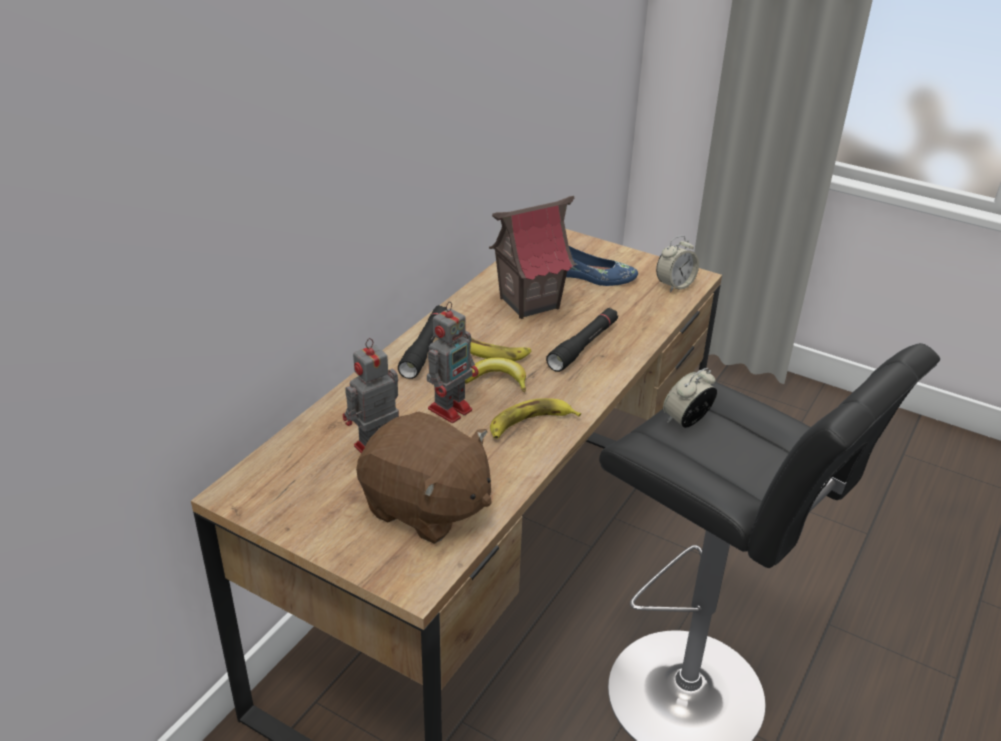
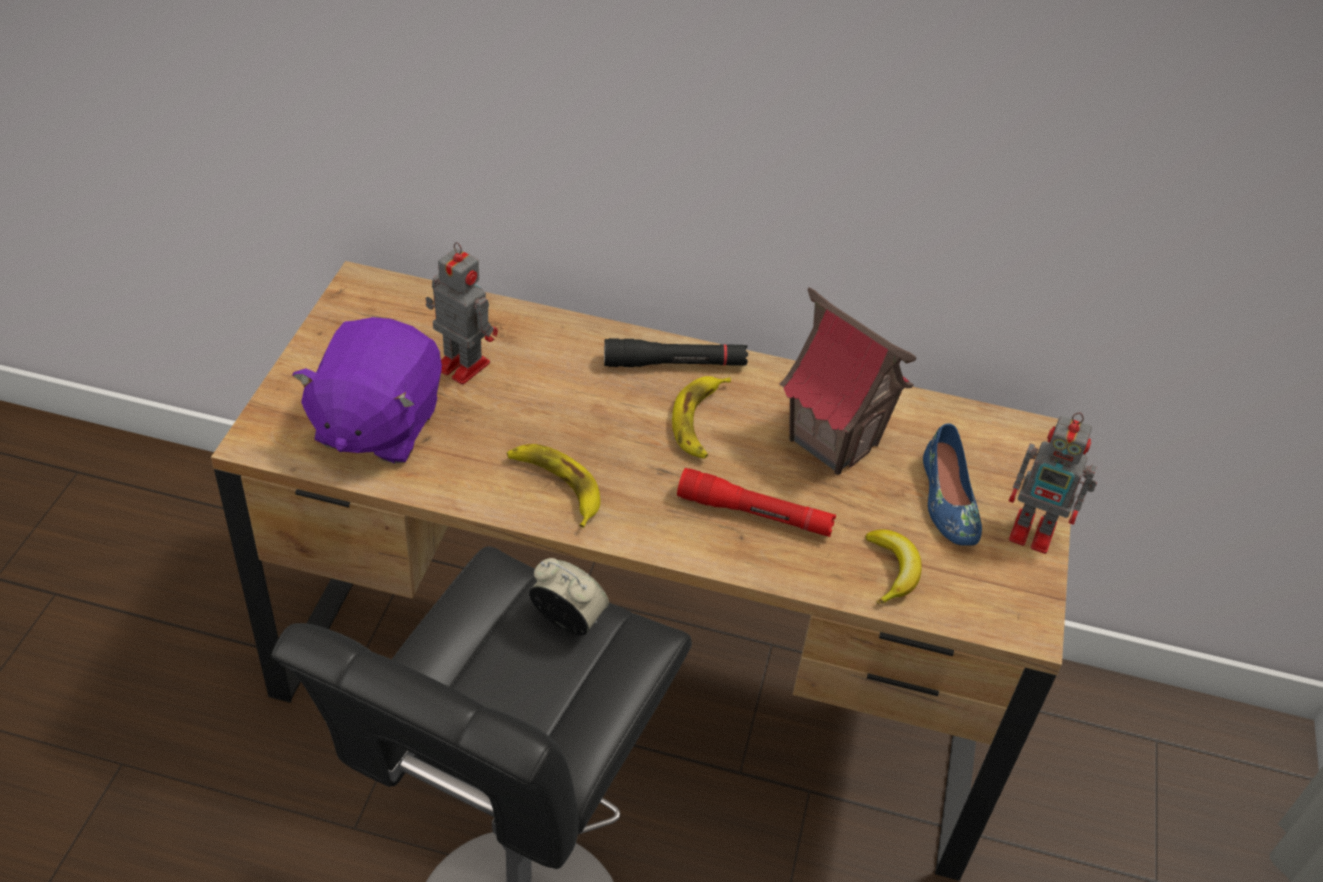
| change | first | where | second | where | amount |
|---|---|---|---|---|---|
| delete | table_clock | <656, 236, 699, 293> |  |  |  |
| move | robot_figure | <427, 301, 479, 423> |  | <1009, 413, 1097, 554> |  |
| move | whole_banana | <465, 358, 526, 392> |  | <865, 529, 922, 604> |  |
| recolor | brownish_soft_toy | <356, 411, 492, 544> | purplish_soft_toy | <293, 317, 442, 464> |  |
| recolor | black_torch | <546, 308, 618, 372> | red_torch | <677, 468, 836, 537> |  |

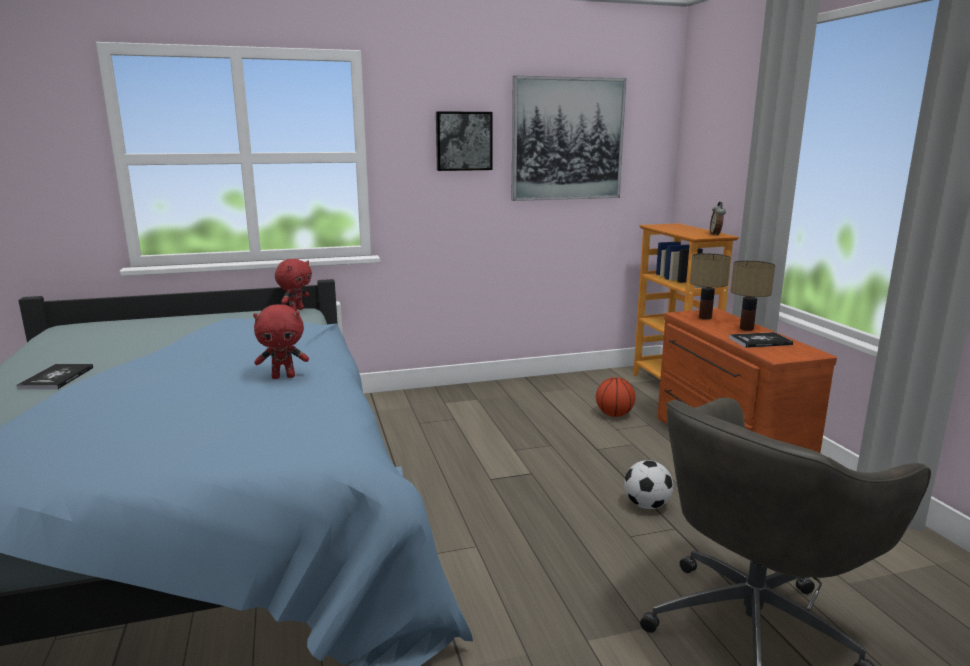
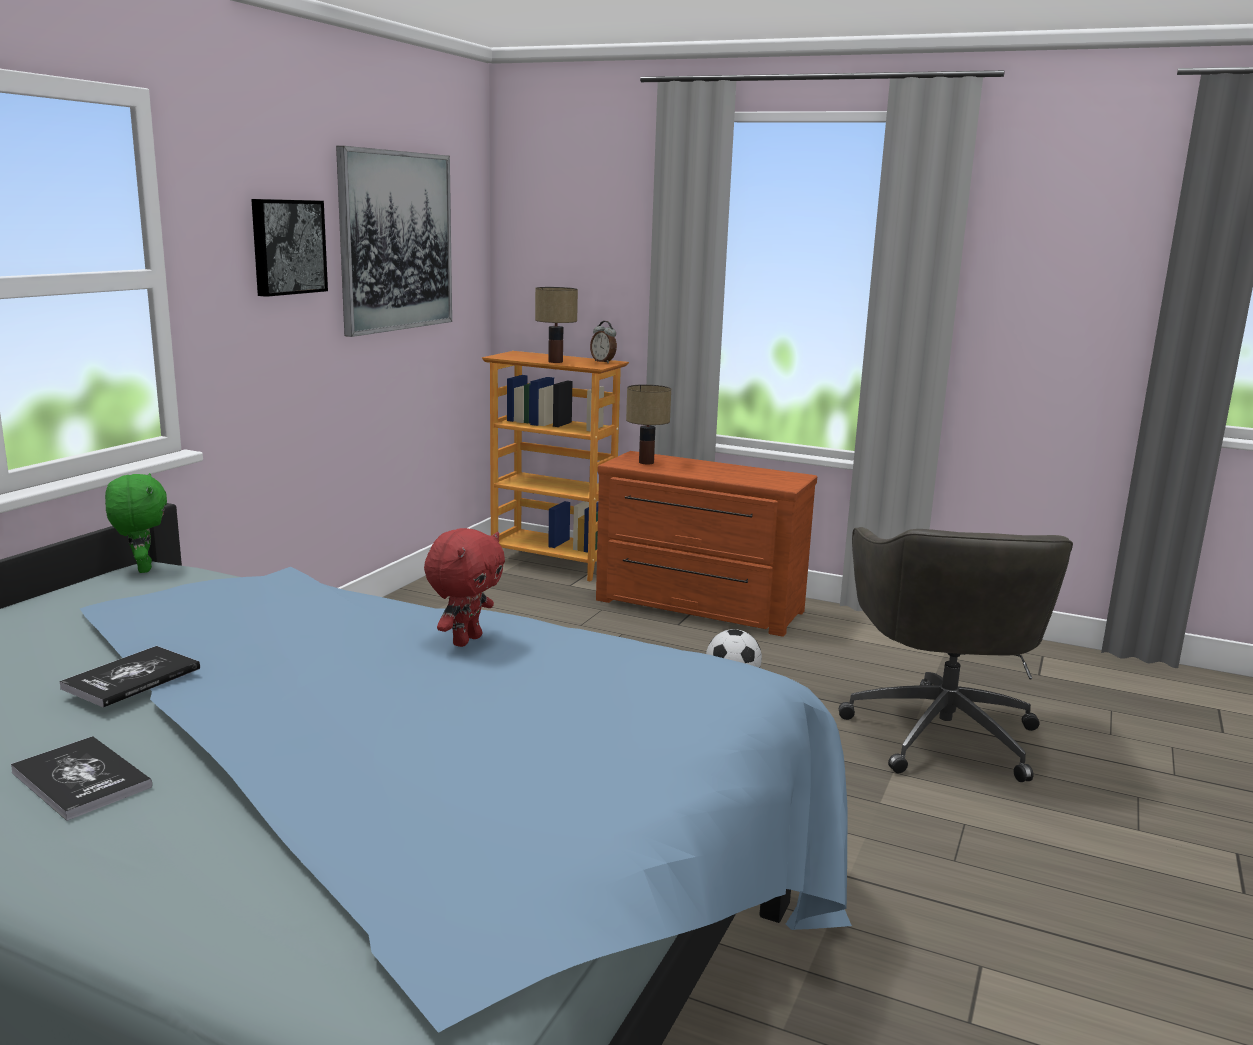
| change | first | where | second | where | amount |
|---|---|---|---|---|---|
| delete | basketball | <596, 377, 636, 417> |  |  |  |
| move | bound_book | <729, 332, 793, 348> |  | <59, 646, 200, 708> |  |
| move | lamp_for_a_table | <731, 260, 775, 331> |  | <535, 287, 578, 363> |  |
| recolor | red_soft_toy | <275, 259, 312, 311> | greenish_soft_toy | <105, 473, 167, 573> |  |

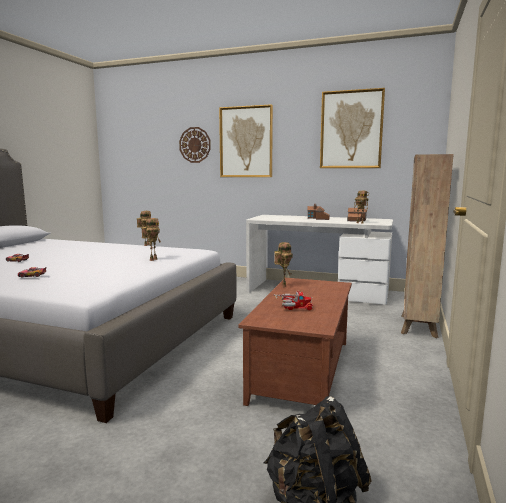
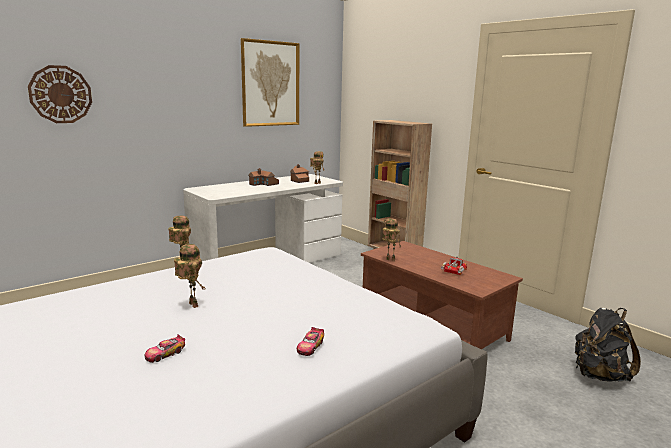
| change | first | where | second | where | amount |
|---|---|---|---|---|---|
| delete | wall_picture | <219, 104, 273, 177> |  |  |  |
| move | robot_figure | <141, 218, 161, 261> |  | <174, 244, 206, 308> |  |

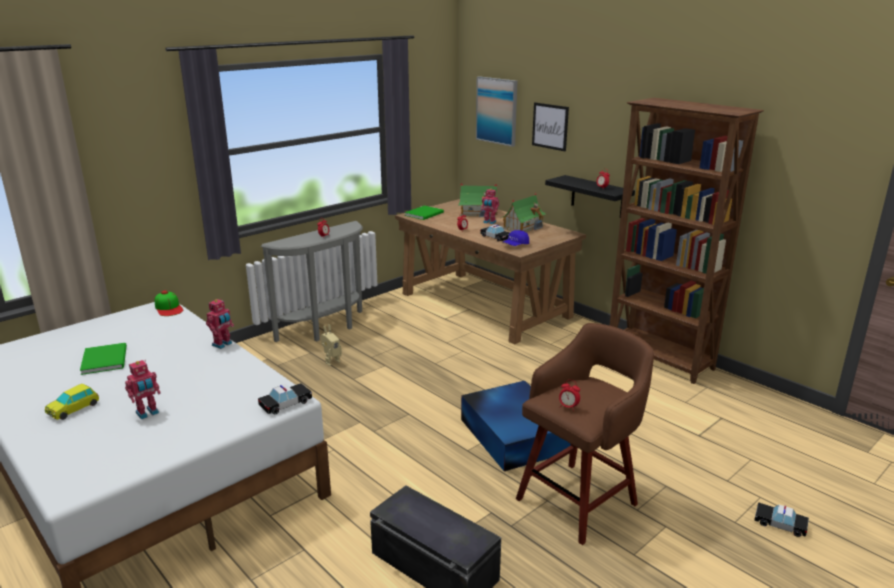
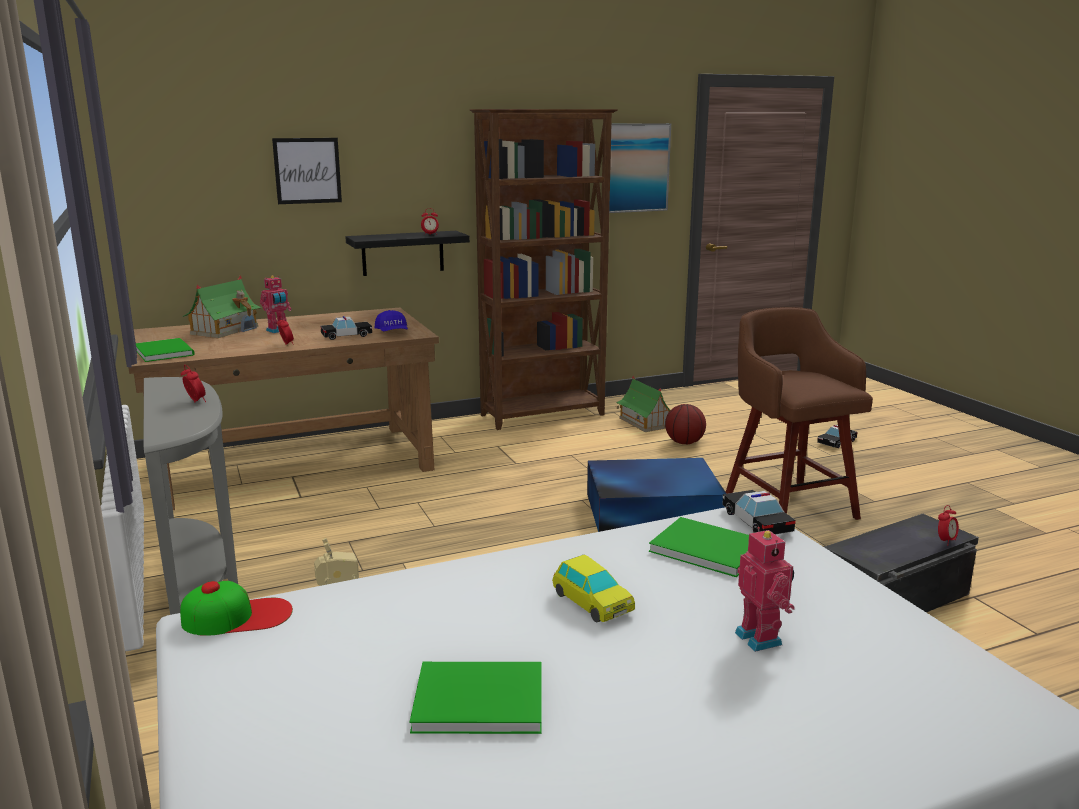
| change | first | where | second | where | amount |
|---|---|---|---|---|---|
| delete | robot_figure | <206, 299, 234, 349> |  |  |  |
| insert |  |  | greenish_bound_book | <649, 517, 749, 577> |  |
| insert |  |  | basketball | <665, 404, 706, 444> |  |
| move | toy_car | <45, 384, 99, 420> |  | <552, 555, 635, 622> |  |
| move | wall_picture | <476, 76, 518, 147> |  | <609, 123, 671, 213> |  |
| move | model_house | <501, 193, 547, 232> |  | <615, 376, 670, 432> |  |
| move | table_clock | <559, 380, 580, 411> |  | <938, 505, 959, 546> |  |

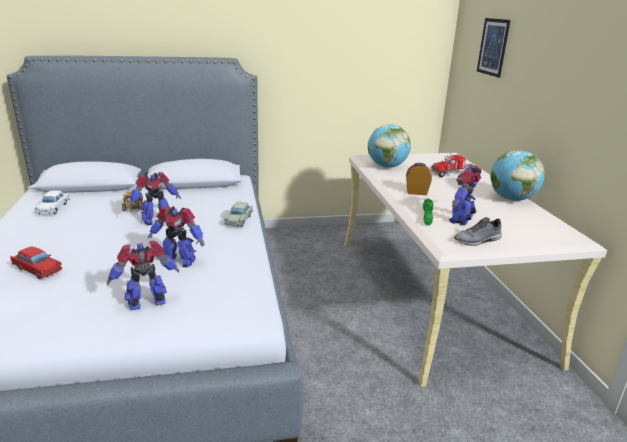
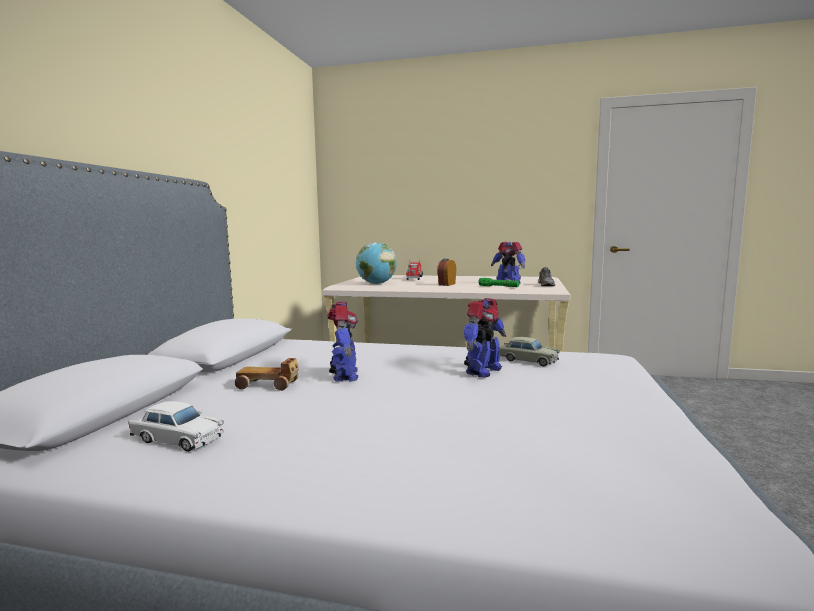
| change | first | where | second | where | amount |
|---|---|---|---|---|---|
| delete | red_toy_car | <10, 247, 62, 279> |  |  |  |
| delete | robot_figure | <107, 241, 179, 310> |  |  |  |
| delete | wall_picture | <477, 18, 511, 78> |  |  |  |
| delete | desk_globe | <490, 150, 545, 201> |  |  |  |
| move | sand-coloured_toy_car | <224, 202, 253, 227> |  | <500, 337, 560, 366> |  |

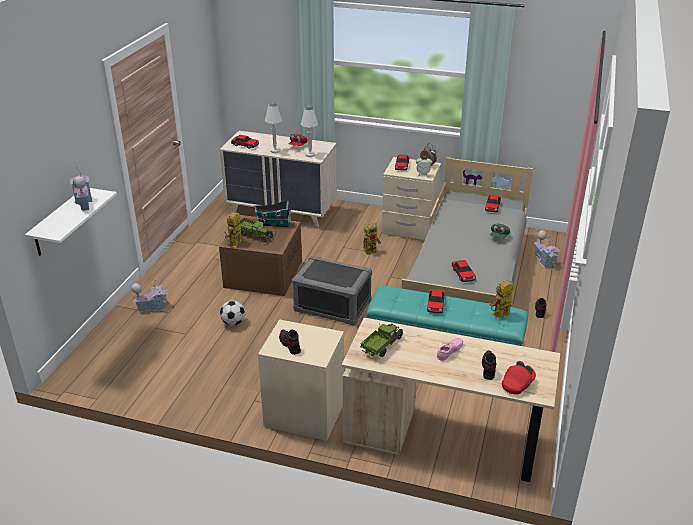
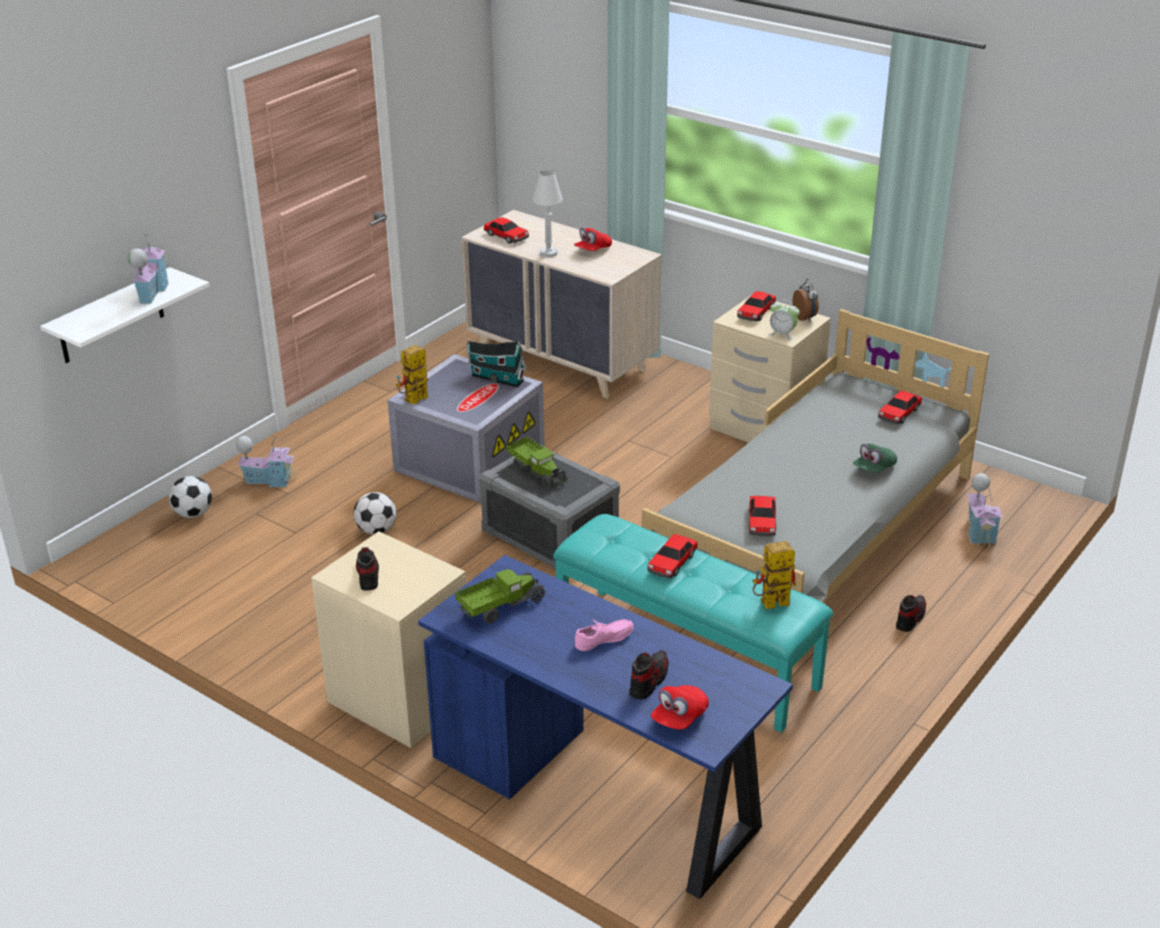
| change | first | where | second | where | amount |
|---|---|---|---|---|---|
| delete | white-coloured_lamp_for_a_table | <301, 107, 318, 157> |  |  |  |
| delete | robot_figure | <363, 223, 381, 255> |  |  |  |
| insert |  |  | ball_for_football | <169, 476, 212, 518> |  |
| move | model_truck | <240, 218, 273, 243> |  | <507, 436, 567, 489> |  |
| recolor | brownish_storage_container | <219, 215, 302, 296> | greyish_storage_container | <387, 354, 544, 503> |  |
| recolor | sand-coloured_desk_table | <342, 318, 560, 482> | blue_desk_table | <418, 555, 793, 899> |  |
| rotate | red_peaked_cap | <502, 361, 536, 395> |  | <651, 685, 709, 730> | 150 degrees clockwise |

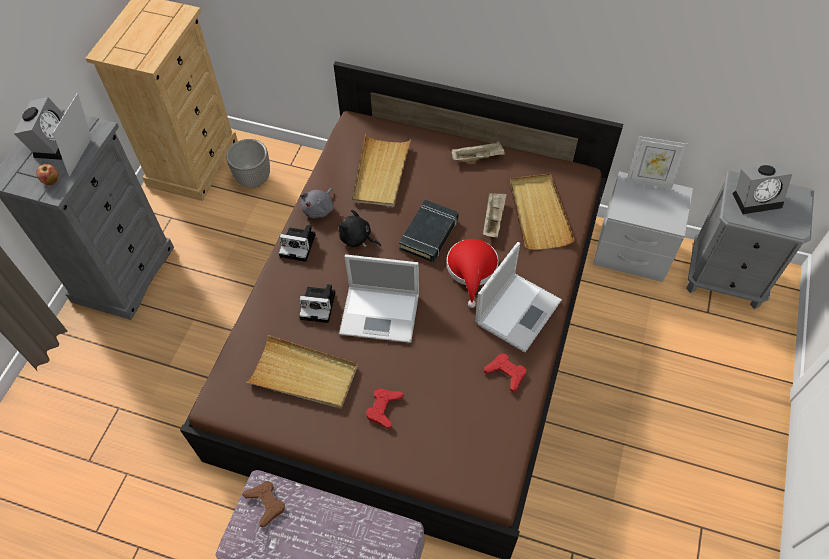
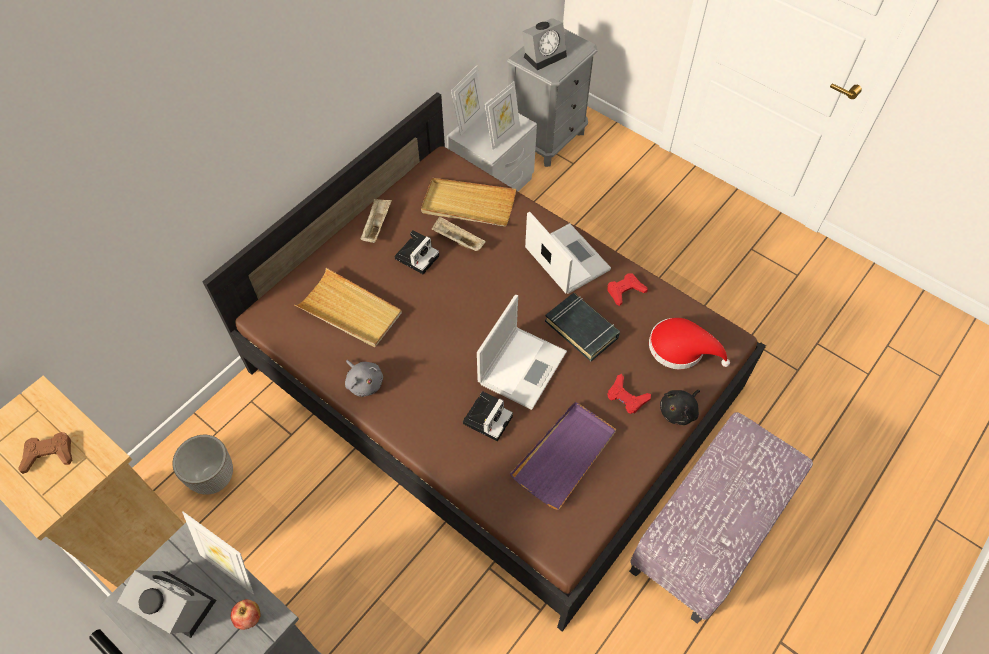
| change | first | where | second | where | amount |
|---|---|---|---|---|---|
| insert |  |  | standing_frame | <485, 81, 520, 150> |  |
| move | brownish_joypad | <242, 481, 285, 527> |  | <18, 432, 72, 474> |  |
| move | photo_camera | <279, 225, 316, 262> |  | <395, 230, 439, 274> |  |
| move | black_soft_toy | <338, 210, 381, 247> |  | <660, 390, 700, 425> |  |
| move | black_bound_book | <399, 200, 458, 262> |  | <545, 293, 620, 361> |  |
| move | red_hat | <447, 239, 499, 308> |  | <649, 318, 730, 369> |  |
| recolor | sand-coloured_tray | <246, 335, 358, 409> | purplish_tray | <510, 402, 616, 510> |  |
| rotate | table_clock | <732, 163, 792, 214> |  | <522, 18, 567, 70> | 45 degrees clockwise |

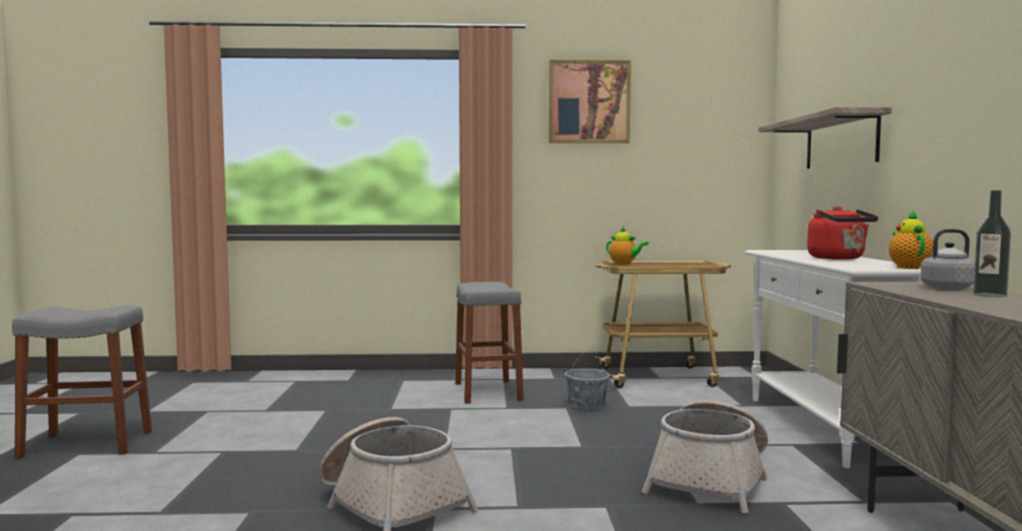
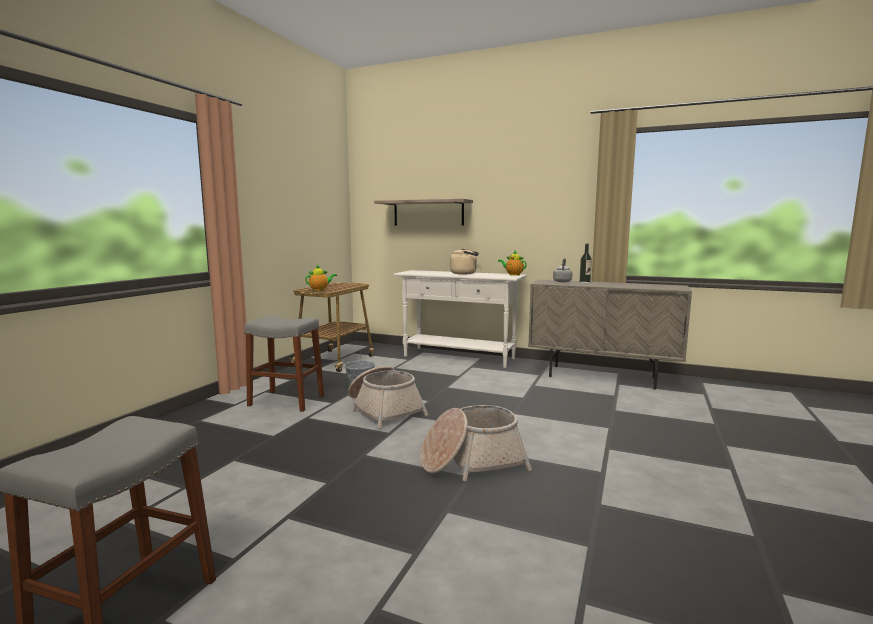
| change | first | where | second | where | amount |
|---|---|---|---|---|---|
| delete | wall_picture | <549, 60, 631, 143> |  |  |  |
| move | household_basket | <641, 400, 768, 513> |  | <348, 366, 428, 428> |  |
| recolor | red_kettle | <807, 206, 878, 260> | sand-coloured_kettle | <450, 248, 479, 275> |  |

